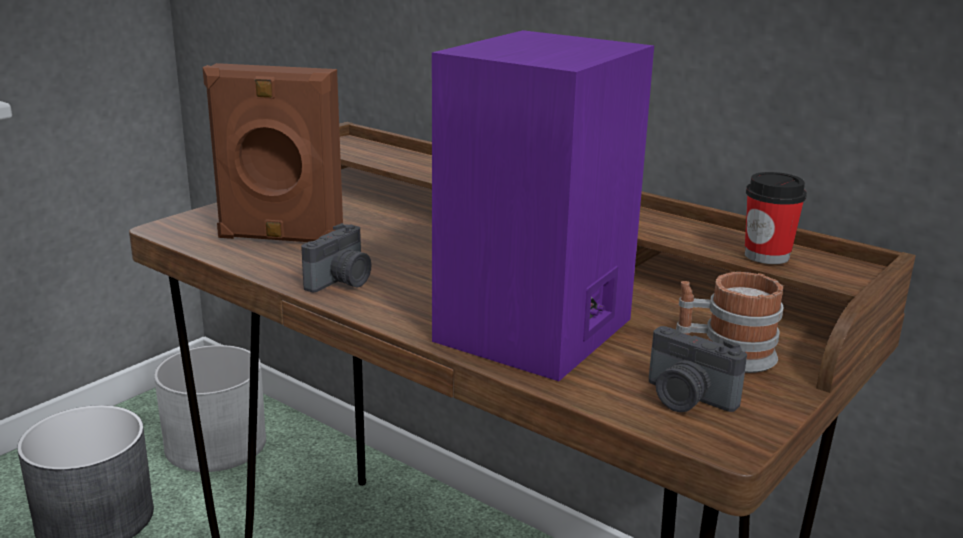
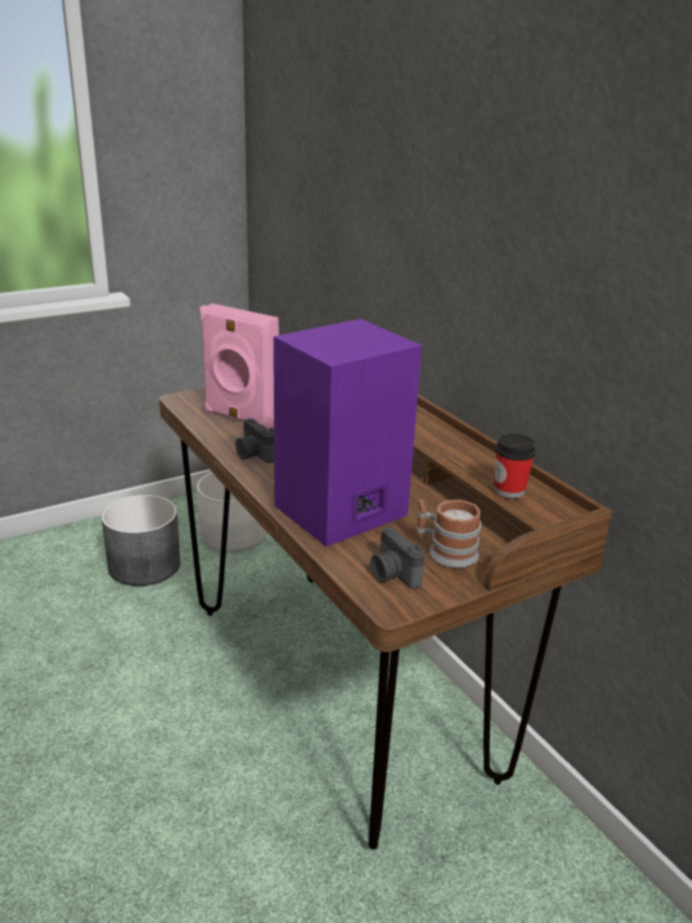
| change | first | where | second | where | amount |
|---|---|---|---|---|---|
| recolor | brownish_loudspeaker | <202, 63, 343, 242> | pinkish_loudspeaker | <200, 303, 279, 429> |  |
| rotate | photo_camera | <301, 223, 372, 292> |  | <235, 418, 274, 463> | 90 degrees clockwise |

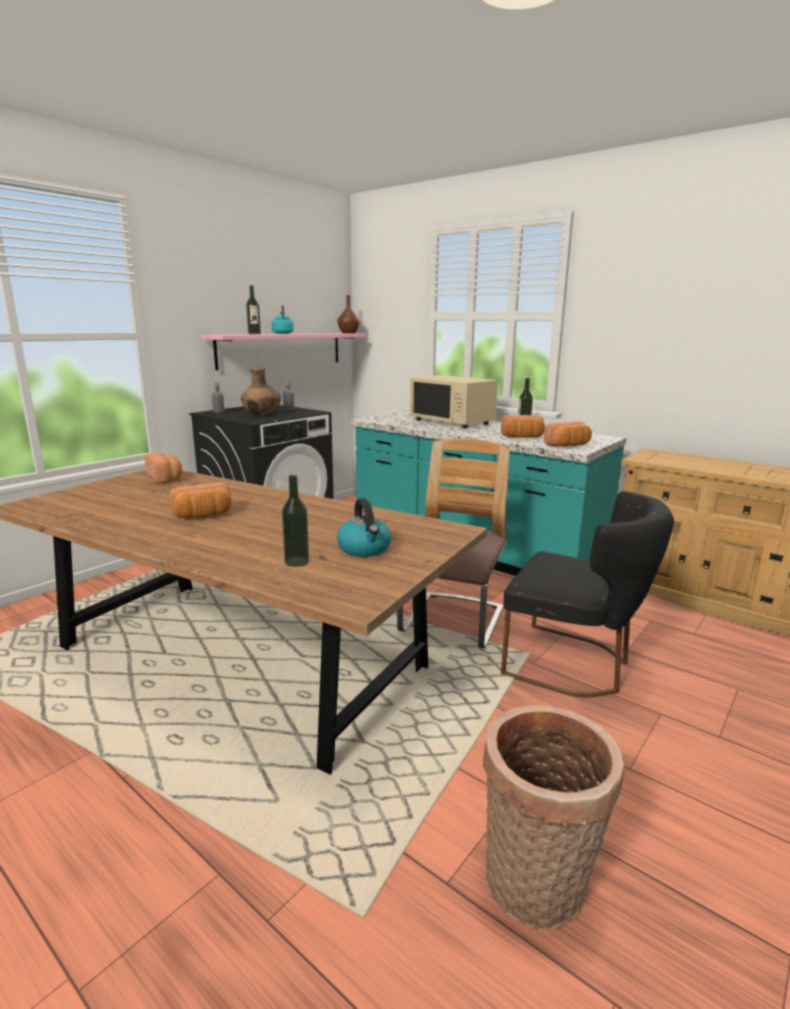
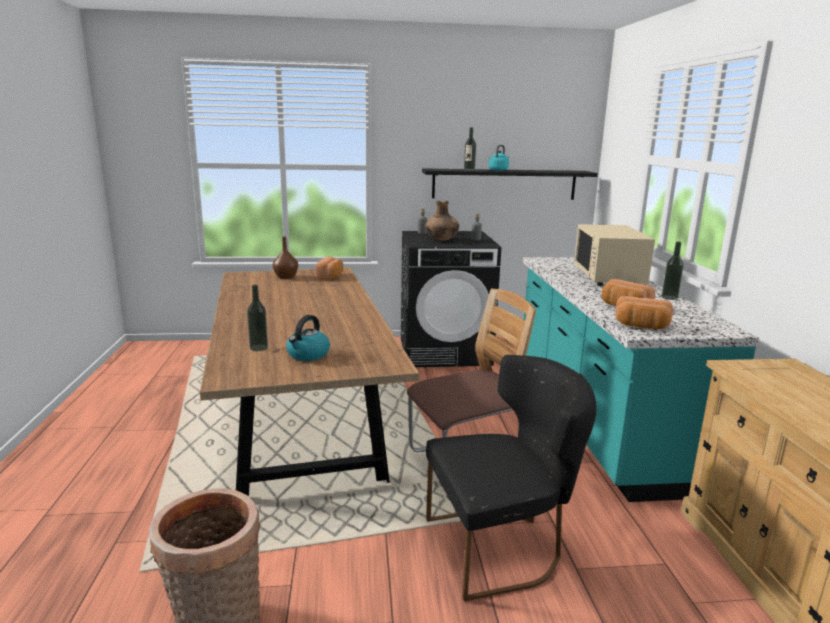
| change | first | where | second | where | amount |
|---|---|---|---|---|---|
| delete | baked_bread | <170, 482, 231, 519> |  |  |  |
| move | brownish_vase | <338, 295, 360, 333> |  | <273, 237, 298, 279> |  |
| recolor | pinkish_wall_shelf | <201, 333, 365, 370> | black_wall_shelf | <422, 168, 598, 200> |  |
| rotate | black_chair | <501, 491, 674, 697> |  | <426, 355, 596, 601> | 90 degrees counterclockwise |

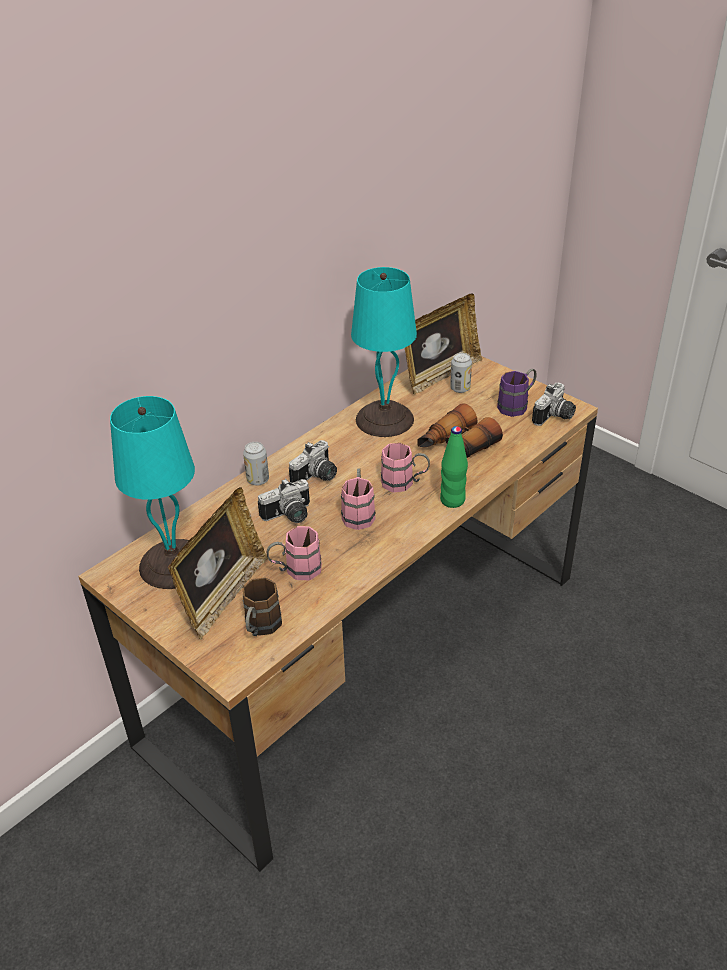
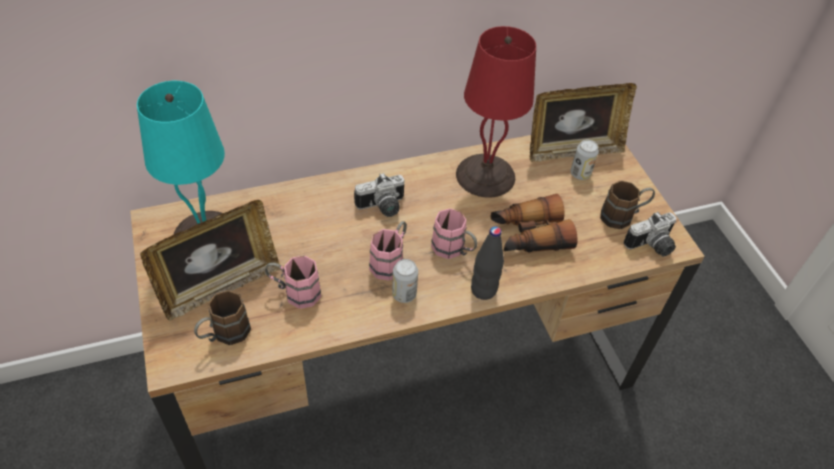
| change | first | where | second | where | amount |
|---|---|---|---|---|---|
| delete | photo_camera | <258, 478, 310, 523> |  |  |  |
| move | can | <243, 442, 269, 486> |  | <392, 259, 418, 303> |  |
| recolor | turquoise_lamp_for_a_table | <351, 267, 417, 437> | red_lamp_for_a_table | <456, 26, 536, 198> |  |
| recolor | greenish_bottle | <440, 426, 468, 508> | black_bottle | <471, 226, 504, 300> |  |
| recolor | purplish_coffee_mug | <497, 369, 537, 417> | brownish_coffee_mug | <600, 181, 655, 229> |  |

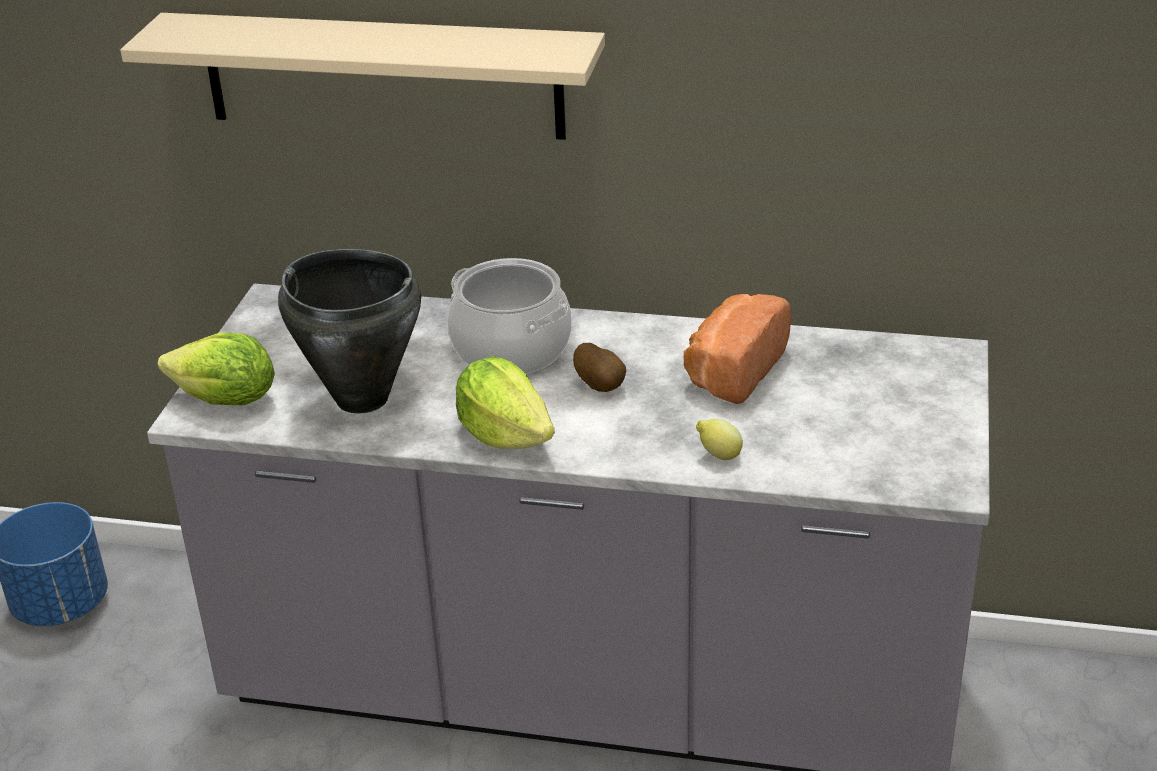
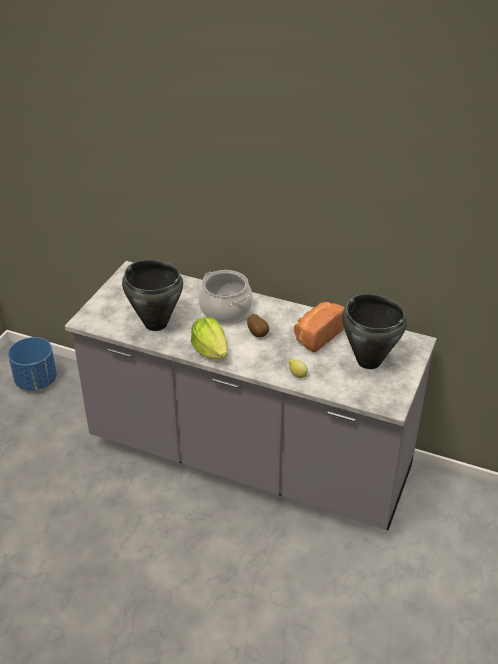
| change | first | where | second | where | amount |
|---|---|---|---|---|---|
| delete | sand-coloured_wall_shelf | <120, 13, 605, 140> |  |  |  |
| delete | head_of_lettuce | <158, 333, 275, 405> |  |  |  |
| insert |  |  | black_cooking_pot | <342, 294, 407, 369> |  |

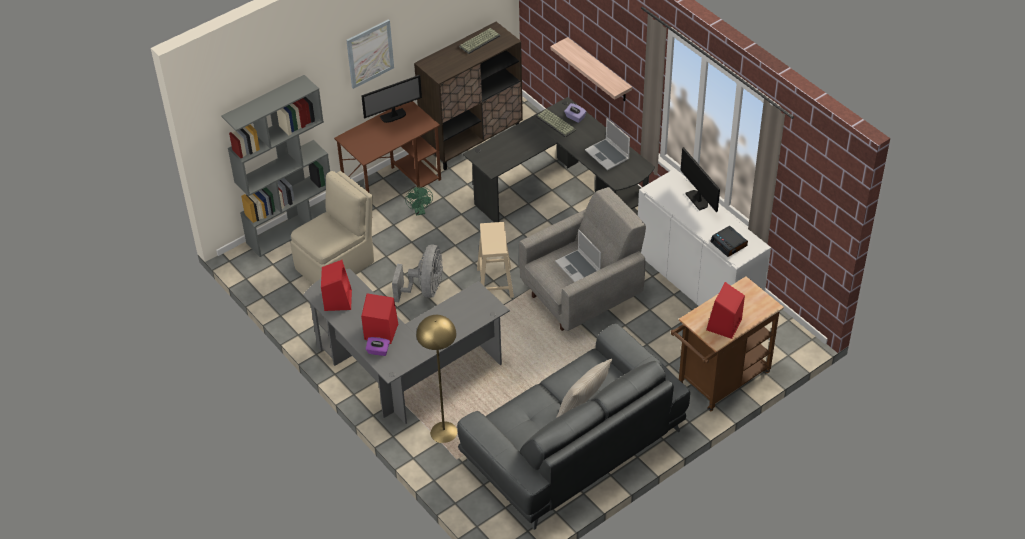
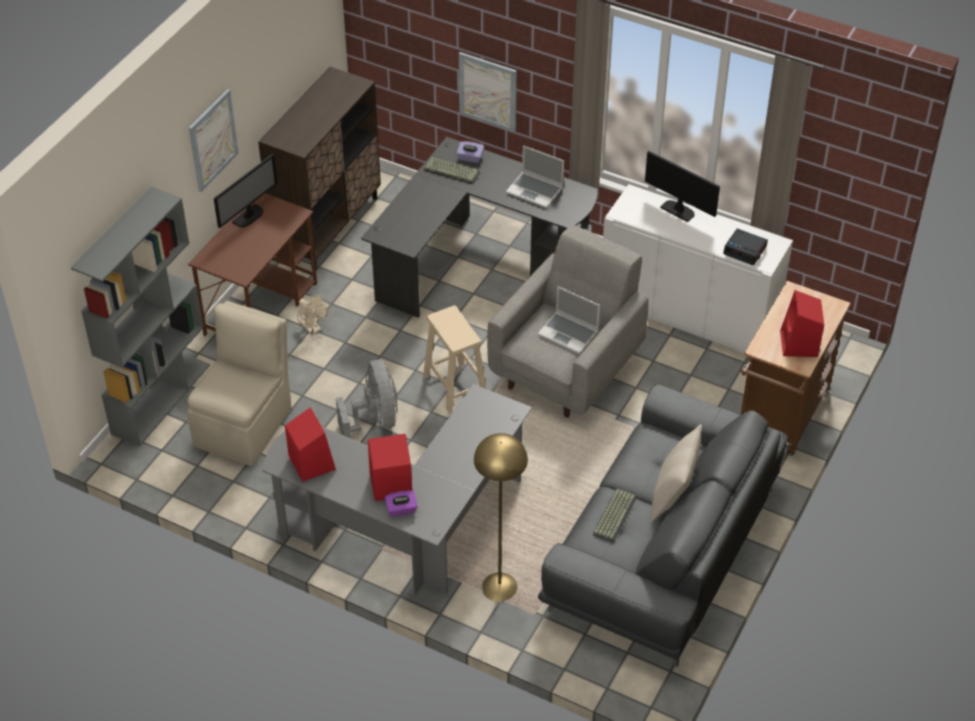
| change | first | where | second | where | amount |
|---|---|---|---|---|---|
| move | keyboard | <459, 28, 500, 54> |  | <593, 489, 637, 542> |  |
| replace | wall_shelf | <550, 37, 632, 101> | wall_picture | <459, 52, 517, 133> |  |
| recolor | greenish_cooling_fan | <405, 187, 433, 216> | sand-coloured_cooling_fan | <297, 295, 329, 335> |  |

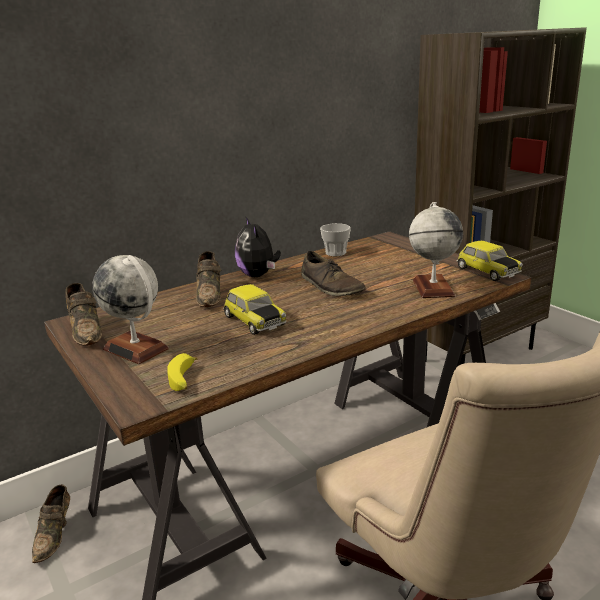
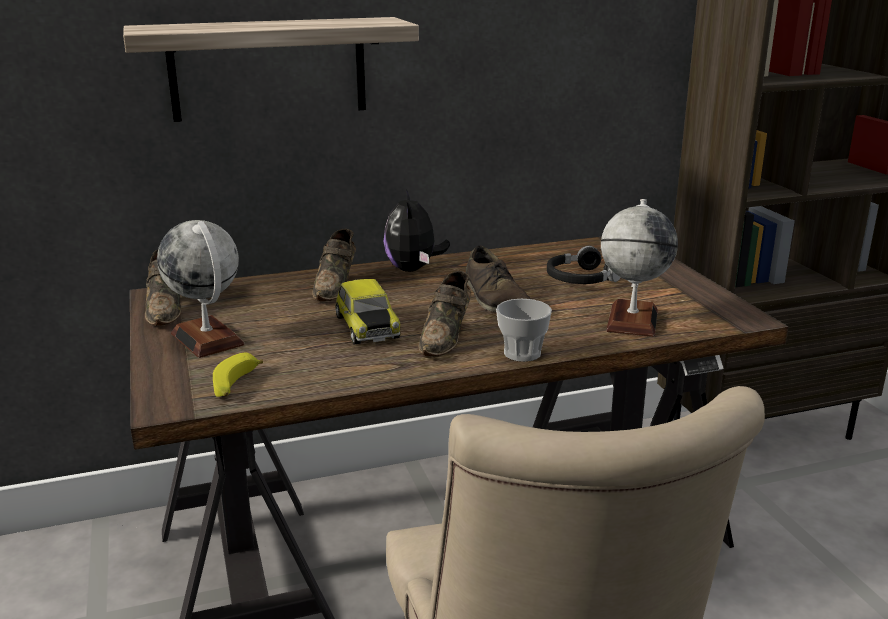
| change | first | where | second | where | amount |
|---|---|---|---|---|---|
| delete | toy_car | <456, 241, 523, 281> |  |  |  |
| insert |  |  | wall_shelf | <123, 17, 419, 122> |  |
| insert |  |  | black_headphones | <547, 246, 621, 284> |  |
| move | brownish_item_of_footwear | <32, 484, 70, 563> |  | <418, 271, 471, 356> |  |
| move | cup | <320, 223, 351, 256> |  | <496, 299, 552, 362> |  |

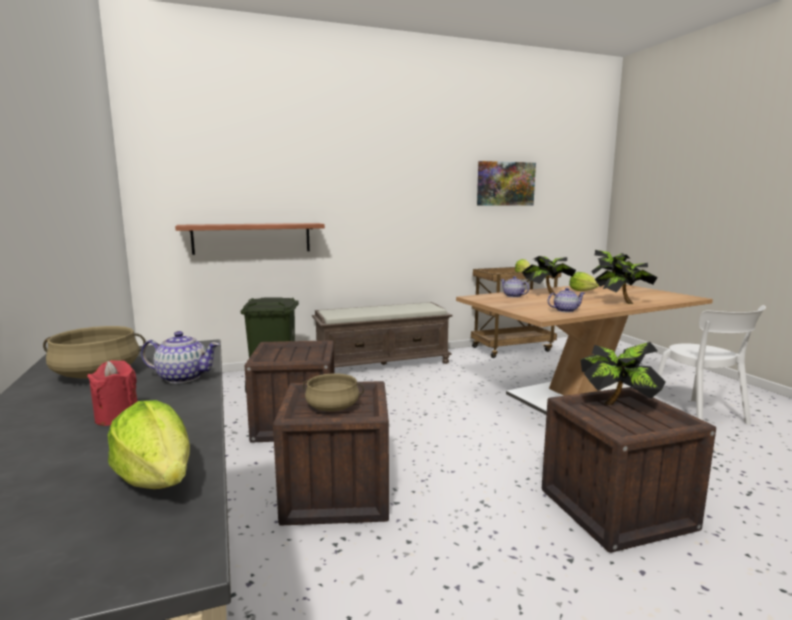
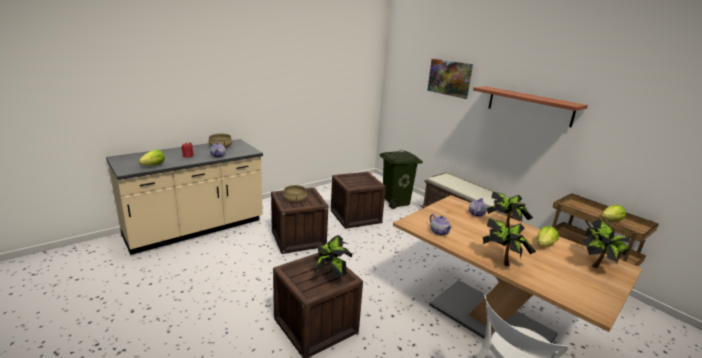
| change | first | where | second | where | amount |
|---|---|---|---|---|---|
| move | wall_shelf | <175, 223, 325, 255> |  | <473, 86, 588, 127> |  |
| move | wall_picture | <477, 161, 536, 205> |  | <427, 59, 473, 99> |  |

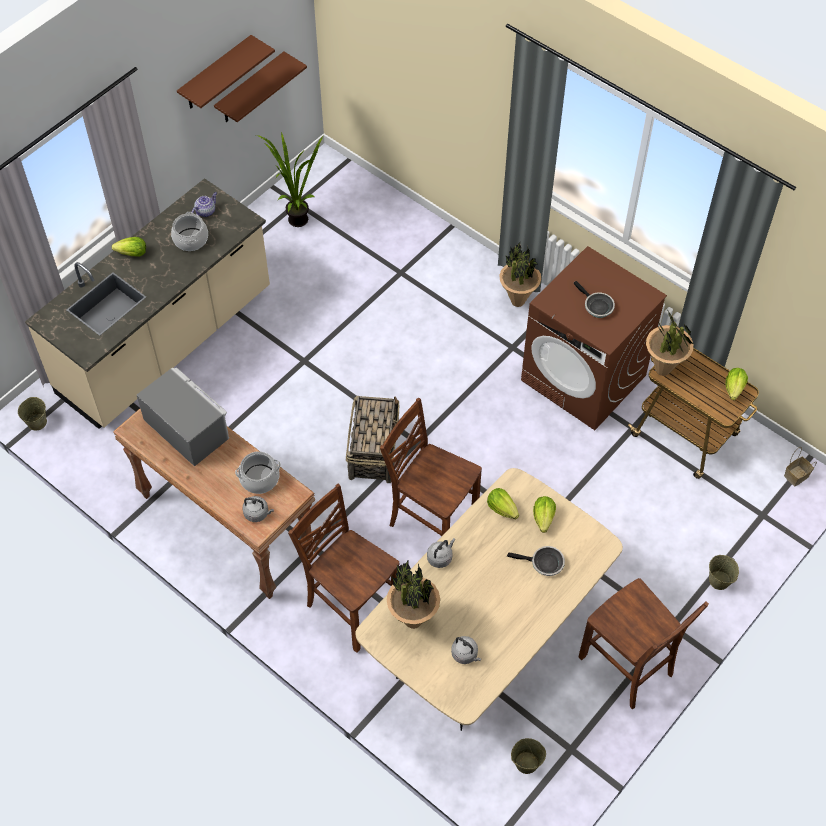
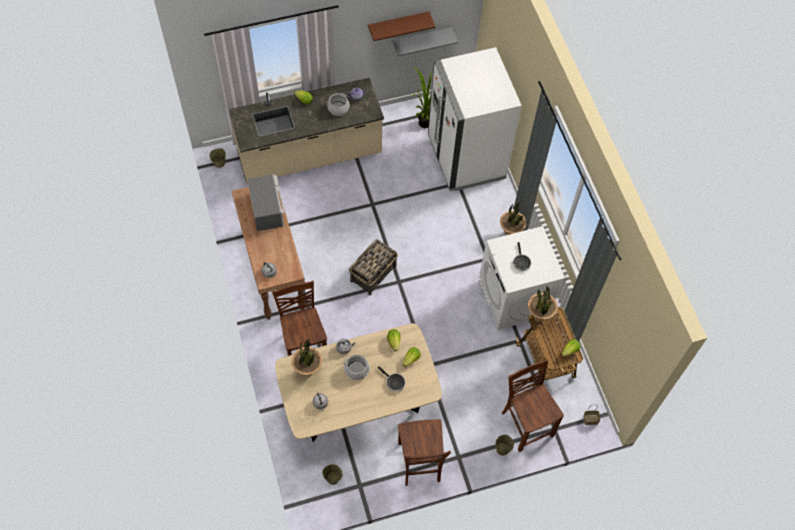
| change | first | where | second | where | amount |
|---|---|---|---|---|---|
| insert |  |  | white-coloured_fridge | <428, 47, 522, 191> |  |
| move | cooking_pot | <235, 451, 281, 494> |  | <343, 355, 370, 380> |  |
| move | brownish_chair | <380, 398, 482, 536> |  | <502, 359, 564, 452> |  |
| recolor | brownish_wall_shelf | <214, 52, 307, 122> | greyish_wall_shelf | <392, 27, 458, 56> |  |
| recolor | brownish_laundry_machine | <521, 246, 667, 430> | white-coloured_laundry_machine | <479, 226, 565, 330> |  |

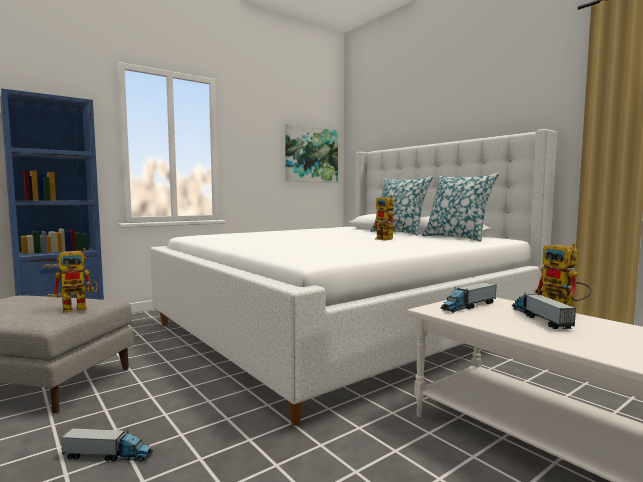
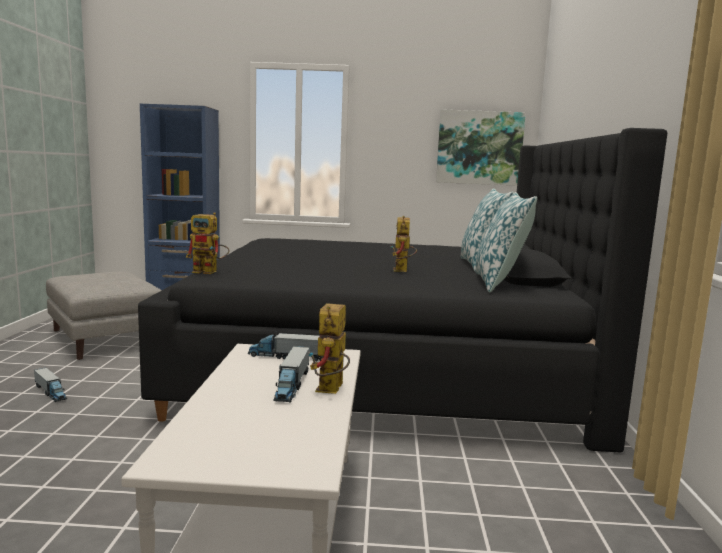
| change | first | where | second | where | amount |
|---|---|---|---|---|---|
| move | robot_figure | <52, 248, 98, 312> |  | <186, 212, 229, 274> |  |
| recolor | white-coloured_sleeping_bed | <150, 129, 557, 426> | black_sleeping_bed | <138, 128, 667, 452> |  |
| rotate | model_truck | <512, 292, 576, 329> |  | <273, 346, 310, 402> | 150 degrees clockwise |

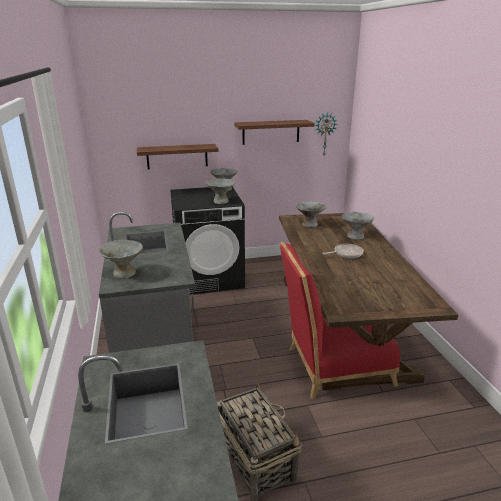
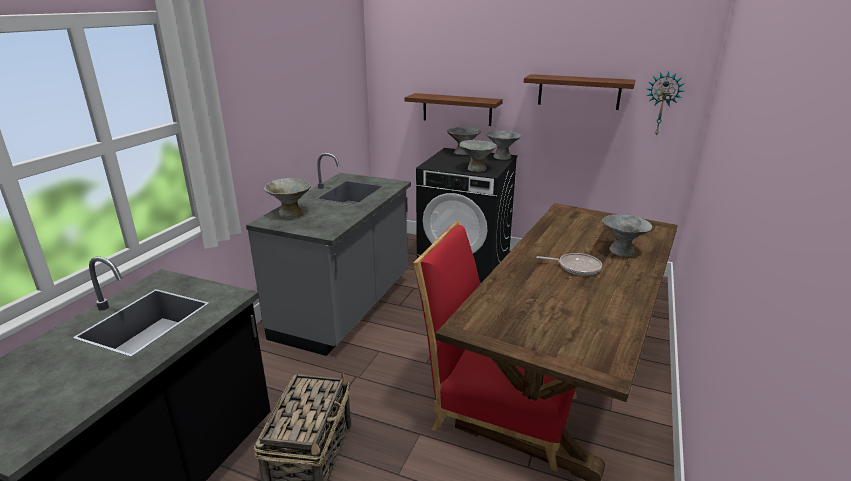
| change | first | where | second | where | amount |
|---|---|---|---|---|---|
| move | greyish_bowl | <296, 201, 327, 227> |  | <447, 127, 481, 155> |  |

